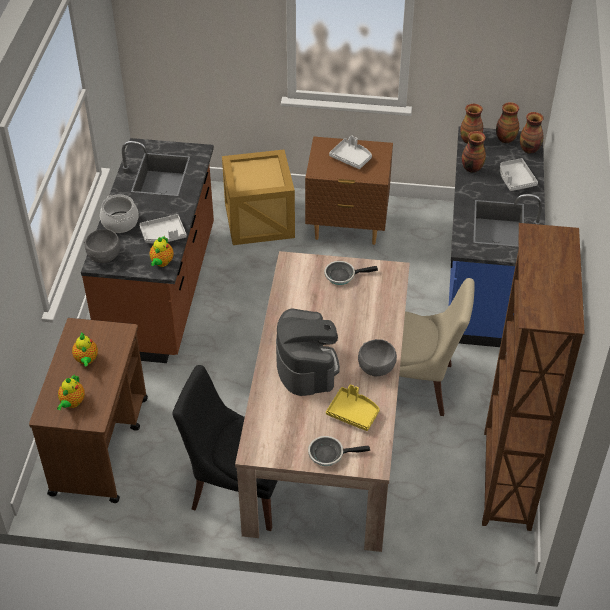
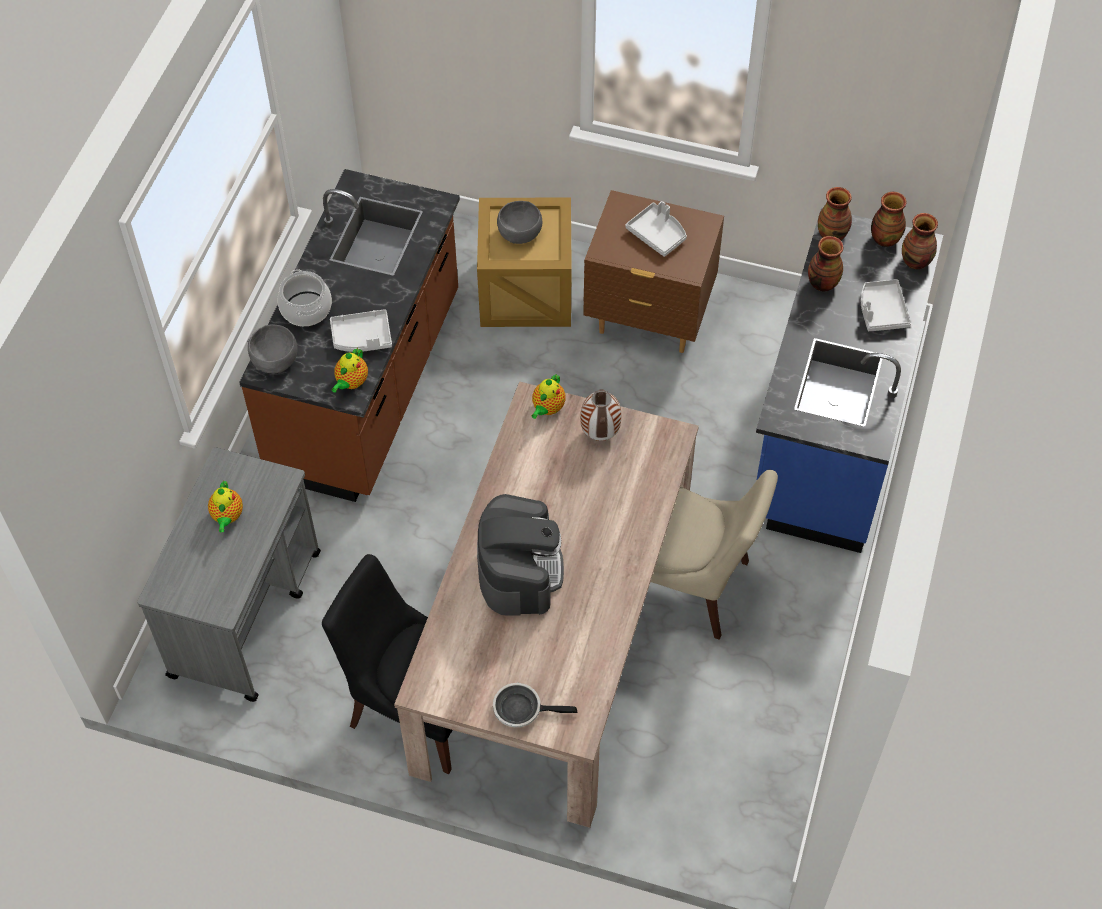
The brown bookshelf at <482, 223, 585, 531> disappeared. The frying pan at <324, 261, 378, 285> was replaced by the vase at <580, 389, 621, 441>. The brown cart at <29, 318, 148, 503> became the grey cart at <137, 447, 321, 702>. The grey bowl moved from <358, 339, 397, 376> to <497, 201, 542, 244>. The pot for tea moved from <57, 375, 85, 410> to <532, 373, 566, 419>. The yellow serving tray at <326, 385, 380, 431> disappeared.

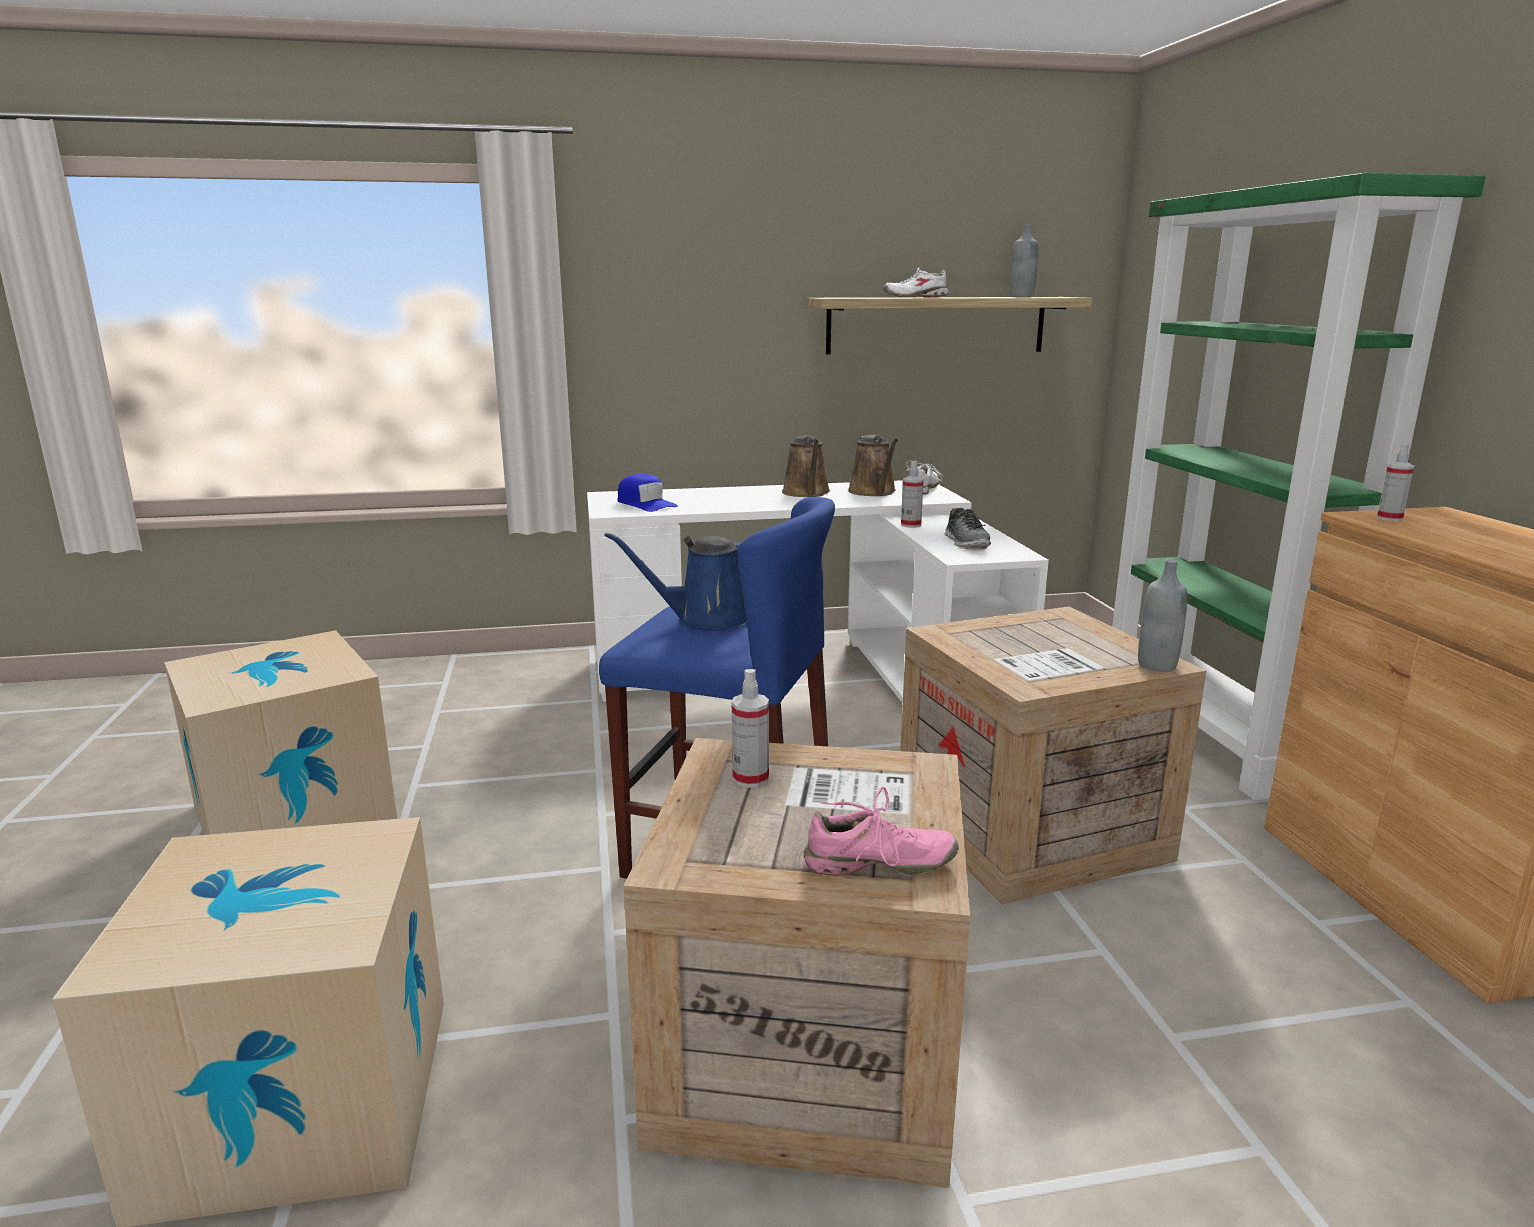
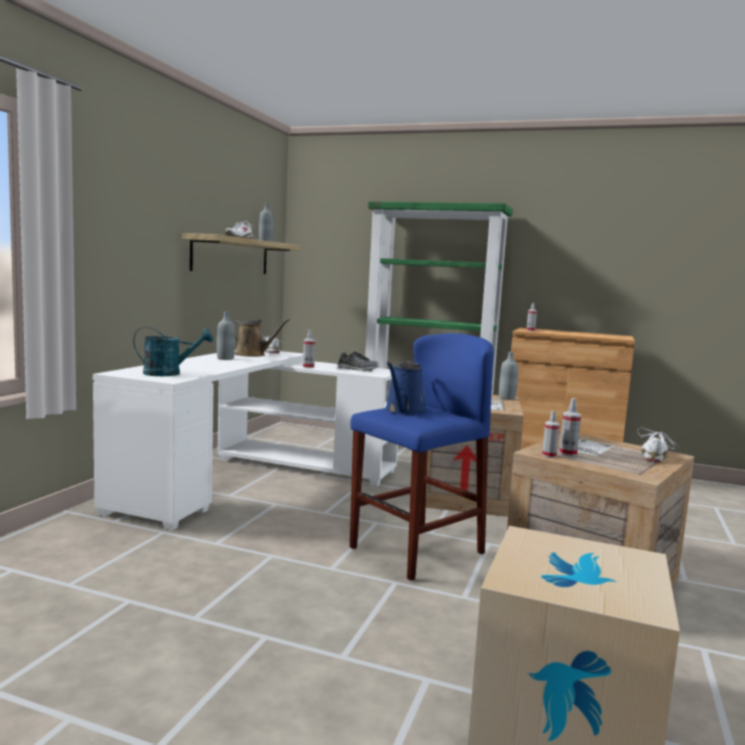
The brown watering pot at <782, 435, 830, 497> was replaced by the grey drink bottle at <217, 311, 235, 360>. The blue peaked cap at <617, 474, 678, 512> was replaced by the blue-green watering pot at <133, 327, 213, 376>. The carton at <164, 630, 397, 835> disappeared. The pinkish item of footwear at <804, 787, 959, 876> became the white-coloured item of footwear at <637, 427, 679, 463>. The sprayer at <542, 410, 560, 458> appeared.

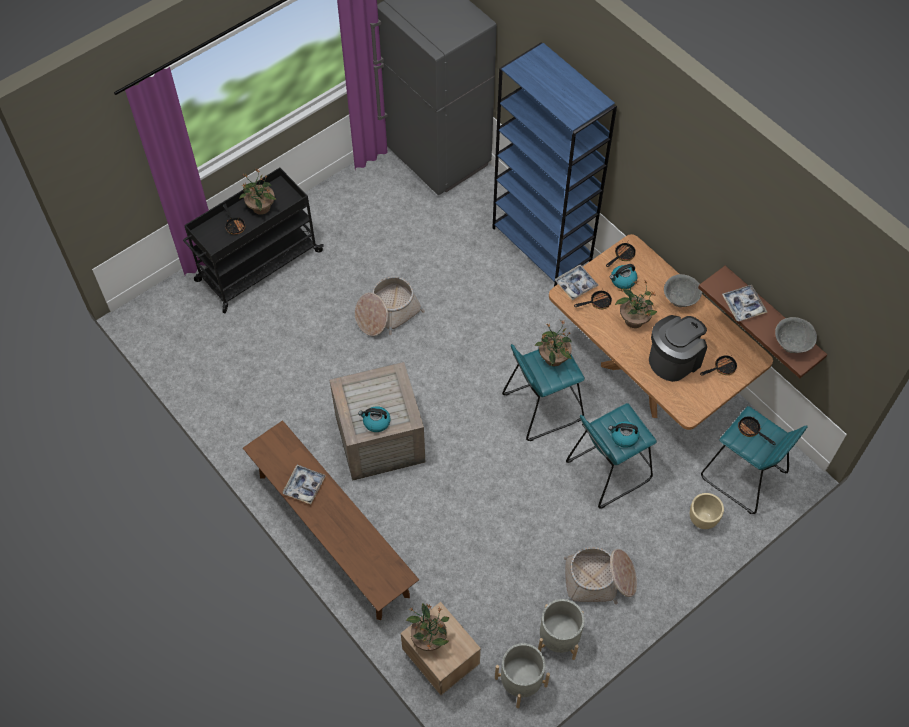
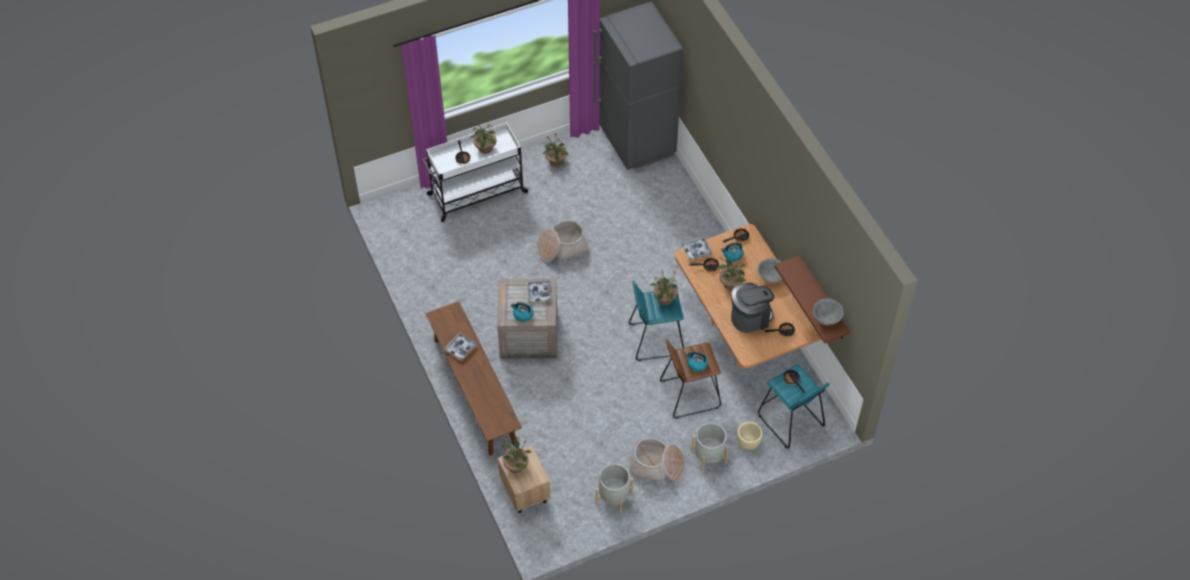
The blue bookshelf at <492, 42, 617, 287> disappeared. The black-coloured cart at <183, 168, 324, 313> became the white-coloured cart at <422, 122, 529, 222>. The serving tray moved from <722, 285, 767, 322> to <527, 280, 552, 302>. The blue-green sitting stool at <566, 403, 657, 508> became the brown sitting stool at <660, 339, 721, 419>. The grey flower pot moved from <495, 643, 550, 708> to <691, 423, 729, 472>. The potted plant at <543, 134, 569, 166> appeared.

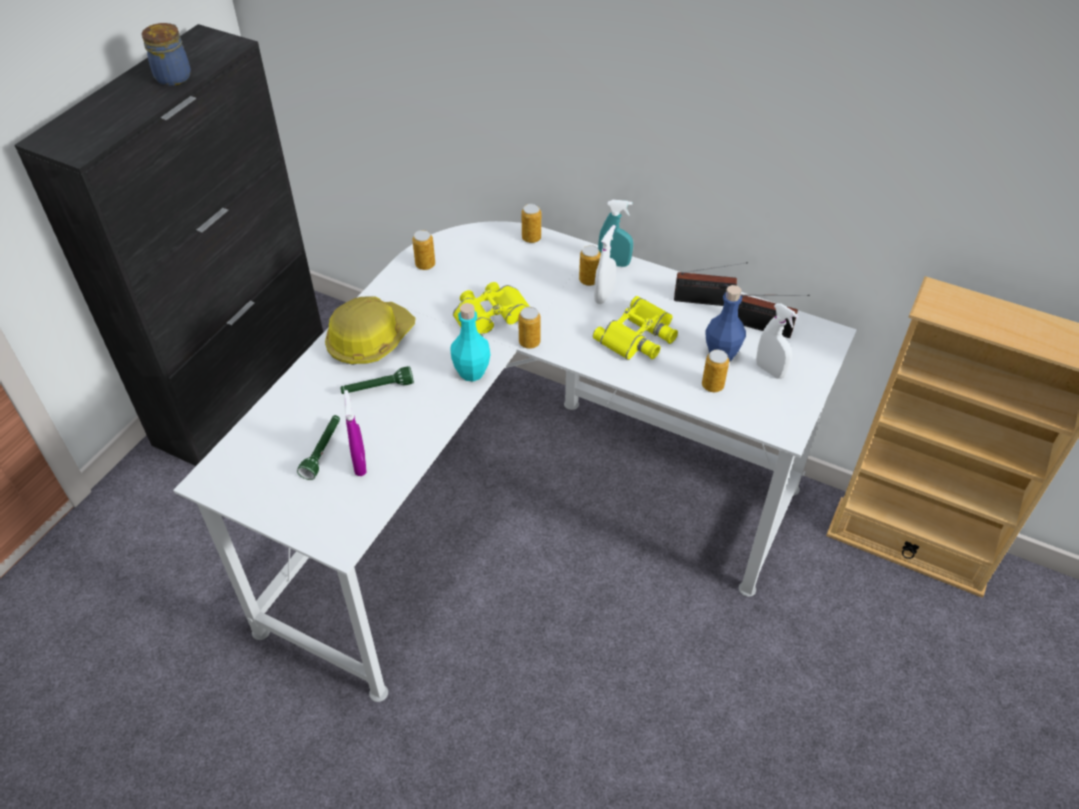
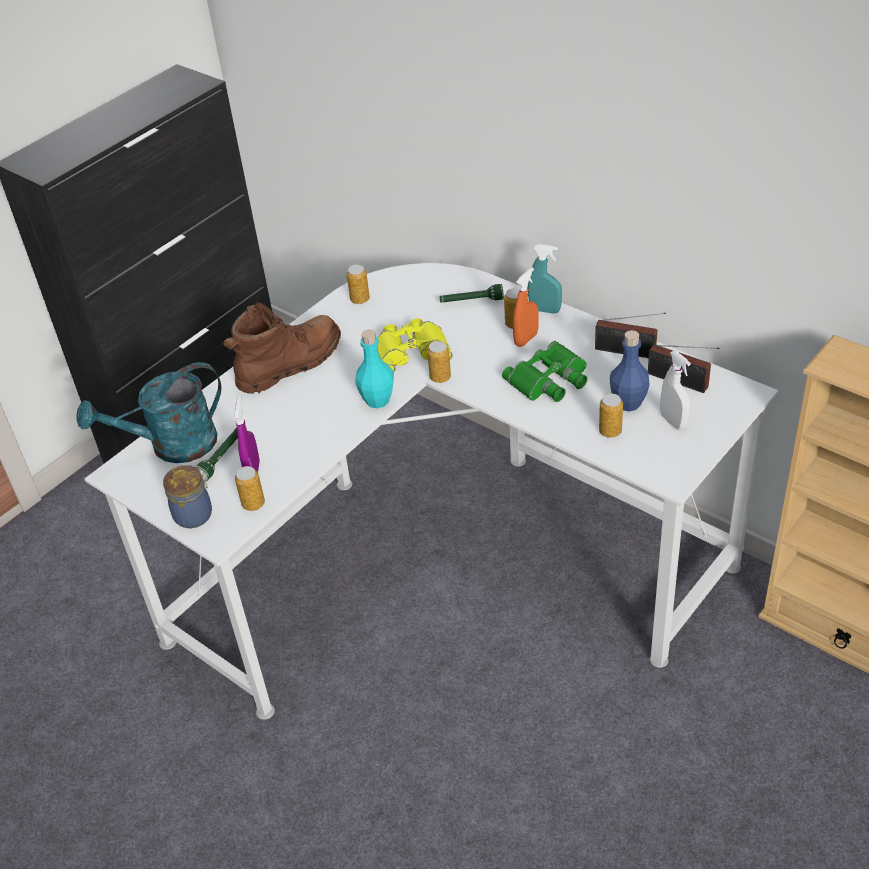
The preserve jar moved from <142, 23, 191, 86> to <163, 465, 212, 528>. The metal can moved from <521, 204, 541, 243> to <235, 466, 265, 511>. The white-coloured sprayer at <594, 225, 616, 304> became the orange-coloured sprayer at <513, 268, 539, 347>. The safety helmet at <325, 296, 416, 365> was replaced by the brown boot at <223, 302, 341, 394>. The yellow binoculars at <593, 296, 678, 360> became the green binoculars at <502, 341, 587, 402>. The green flashlight moved from <340, 366, 414, 394> to <440, 284, 504, 303>. The blue-green watering pot at <76, 362, 222, 463> appeared.

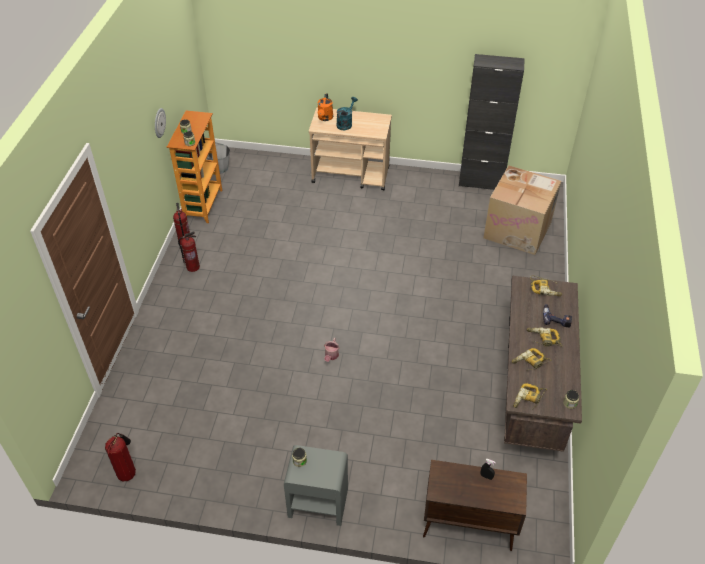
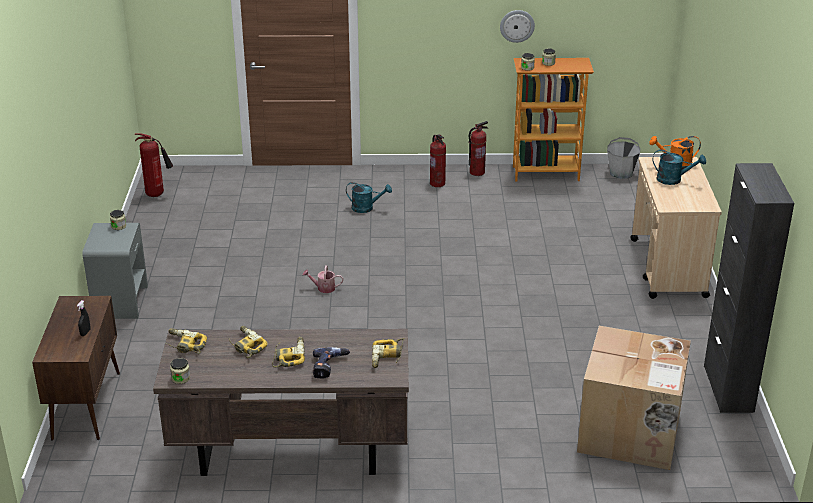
The blue-green watering pot at <346, 182, 392, 213> appeared.

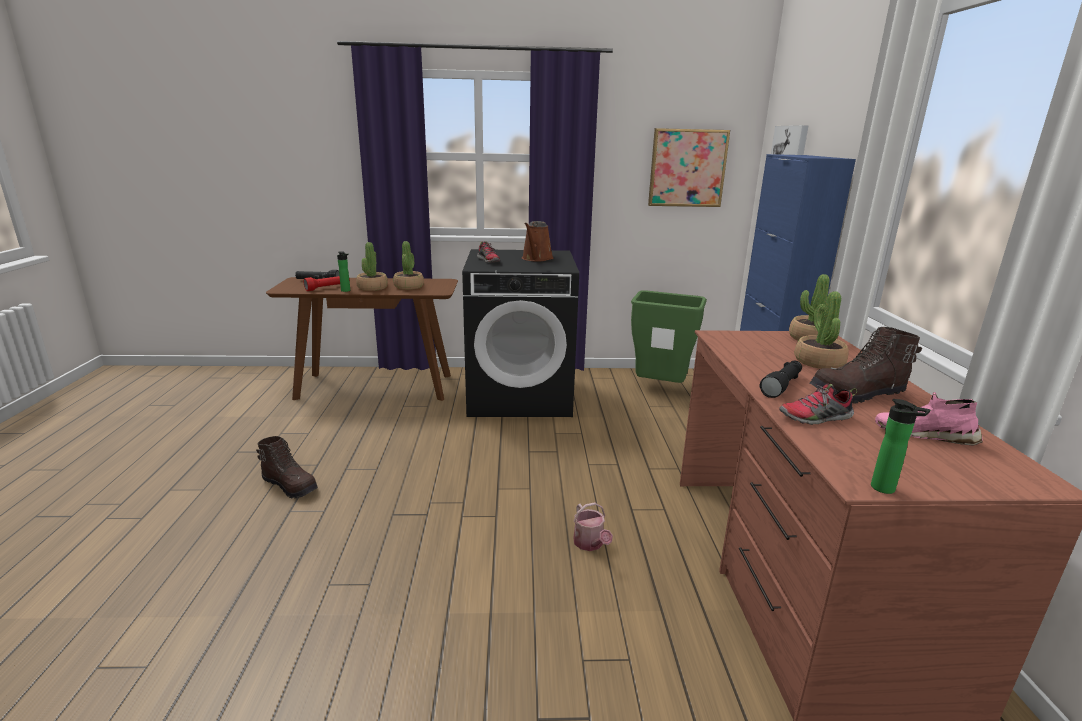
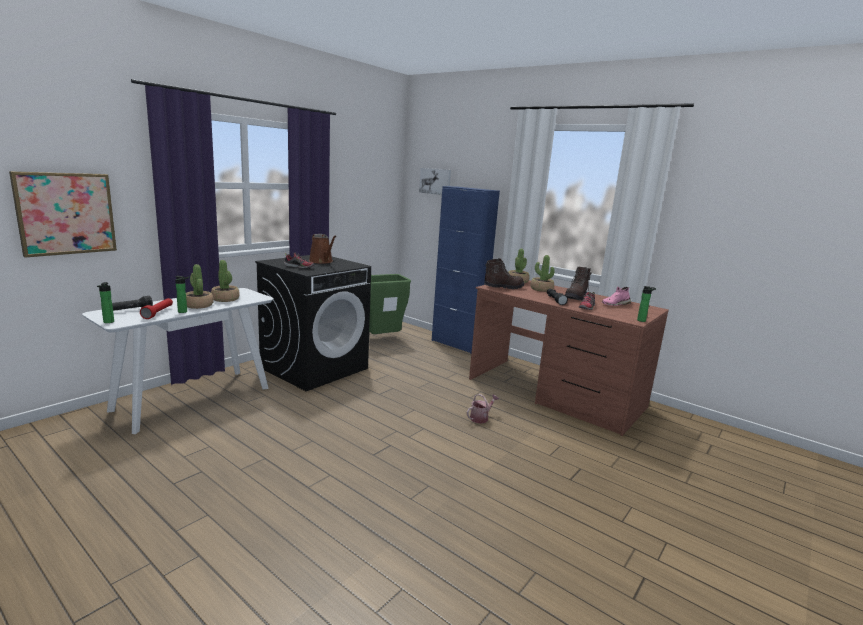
The wall picture moved from <648, 128, 730, 207> to <9, 171, 117, 258>. The brown console table at <266, 277, 458, 401> became the white-coloured console table at <82, 288, 274, 434>. The brown boot moved from <256, 436, 318, 499> to <484, 258, 524, 289>. The watering pot at <573, 502, 613, 551> turned 60 degrees counterclockwise. The drink bottle at <97, 282, 114, 323> appeared.

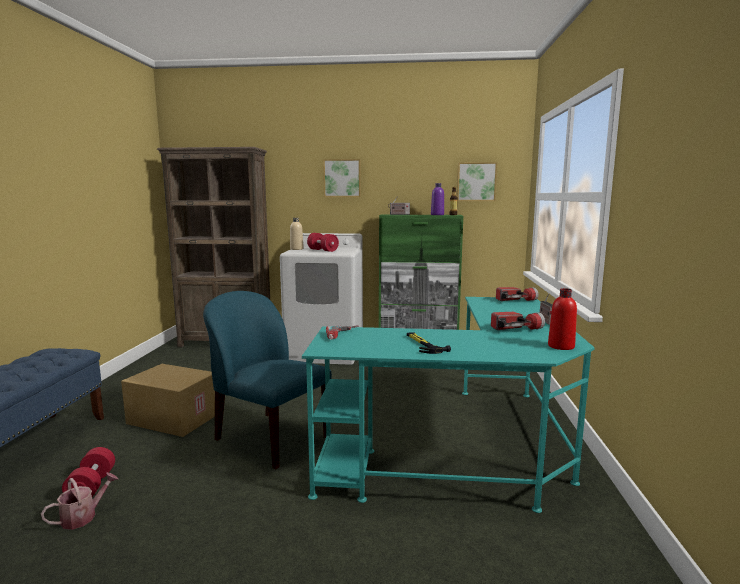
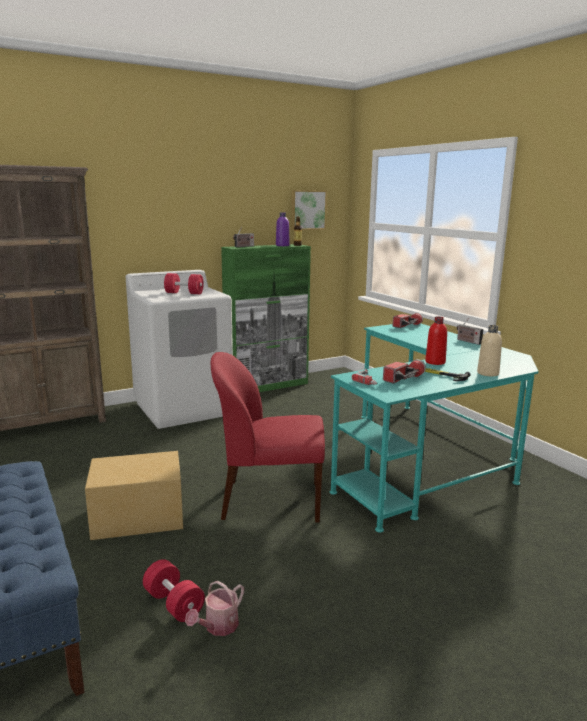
The wall picture at <323, 159, 361, 197> disappeared. The beige drink bottle moved from <290, 218, 304, 250> to <477, 325, 502, 376>. The reddish drink bottle moved from <548, 288, 577, 350> to <425, 316, 447, 365>. The blue plain chair at <203, 291, 332, 470> became the reddish plain chair at <211, 352, 325, 522>. The flashlight moved from <491, 312, 545, 330> to <383, 359, 426, 384>. The watering pot at <41, 473, 118, 530> turned 150 degrees counterclockwise.

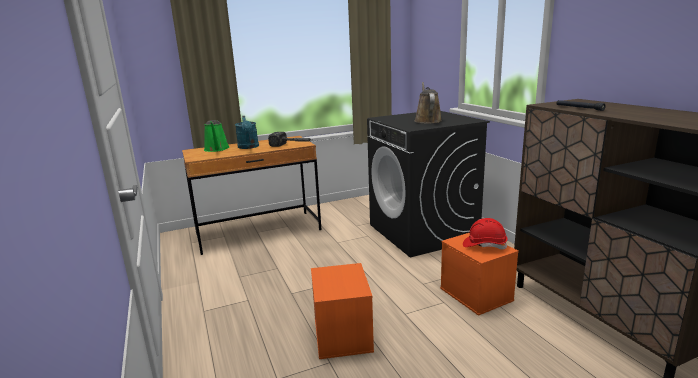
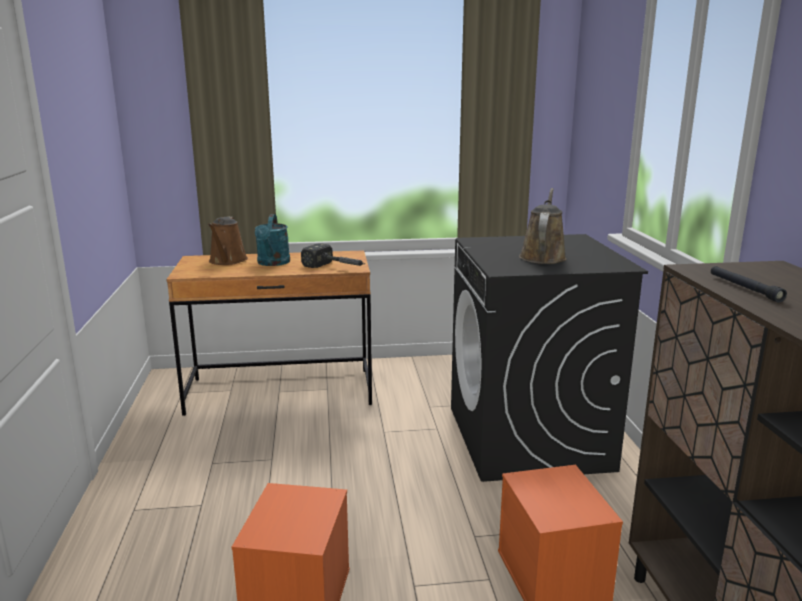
The green watering pot at <204, 120, 229, 152> became the brown watering pot at <208, 217, 248, 265>. The reddish safety helmet at <463, 218, 508, 249> disappeared.

